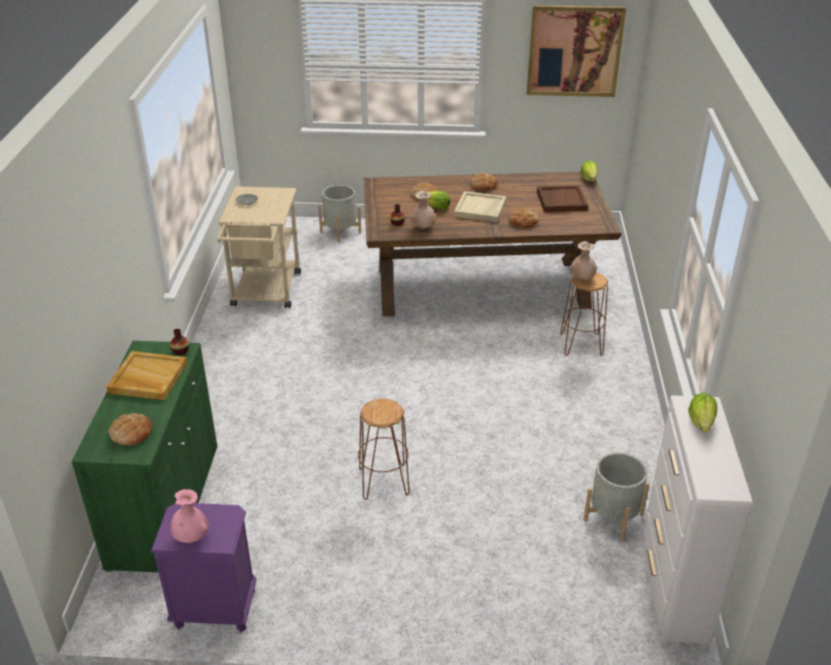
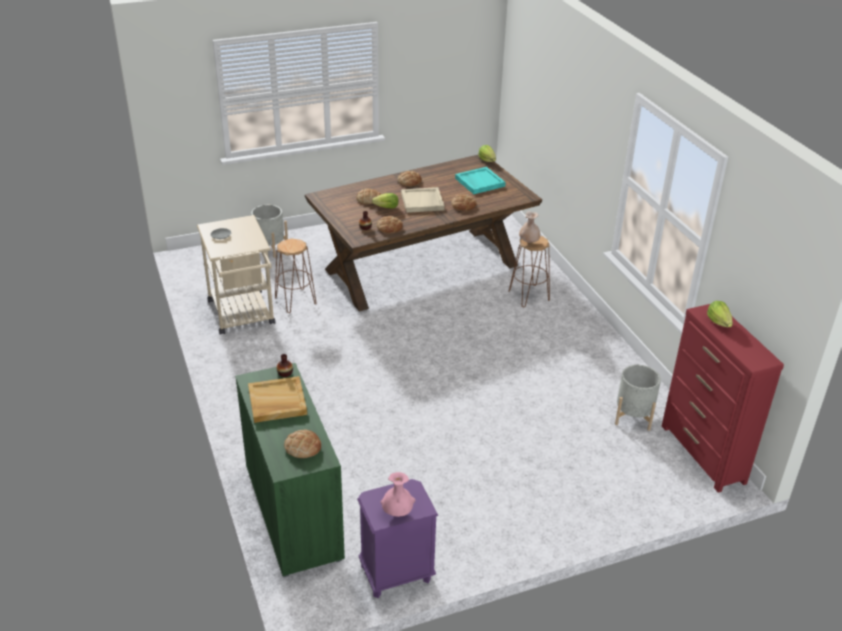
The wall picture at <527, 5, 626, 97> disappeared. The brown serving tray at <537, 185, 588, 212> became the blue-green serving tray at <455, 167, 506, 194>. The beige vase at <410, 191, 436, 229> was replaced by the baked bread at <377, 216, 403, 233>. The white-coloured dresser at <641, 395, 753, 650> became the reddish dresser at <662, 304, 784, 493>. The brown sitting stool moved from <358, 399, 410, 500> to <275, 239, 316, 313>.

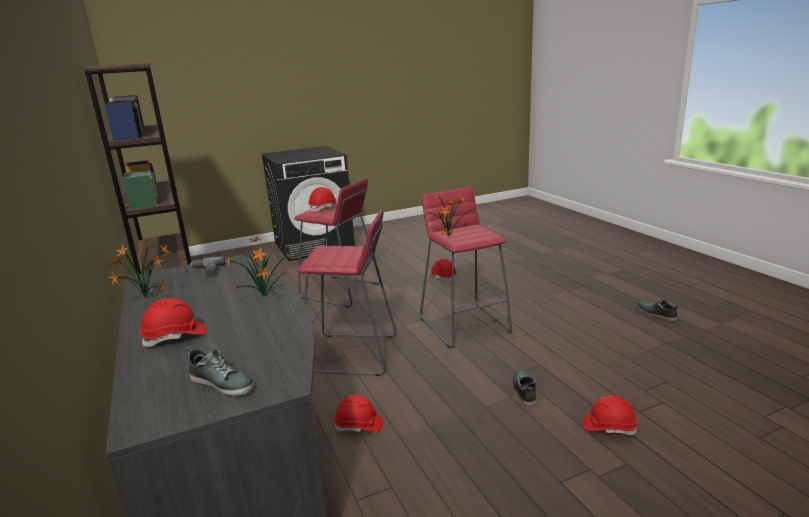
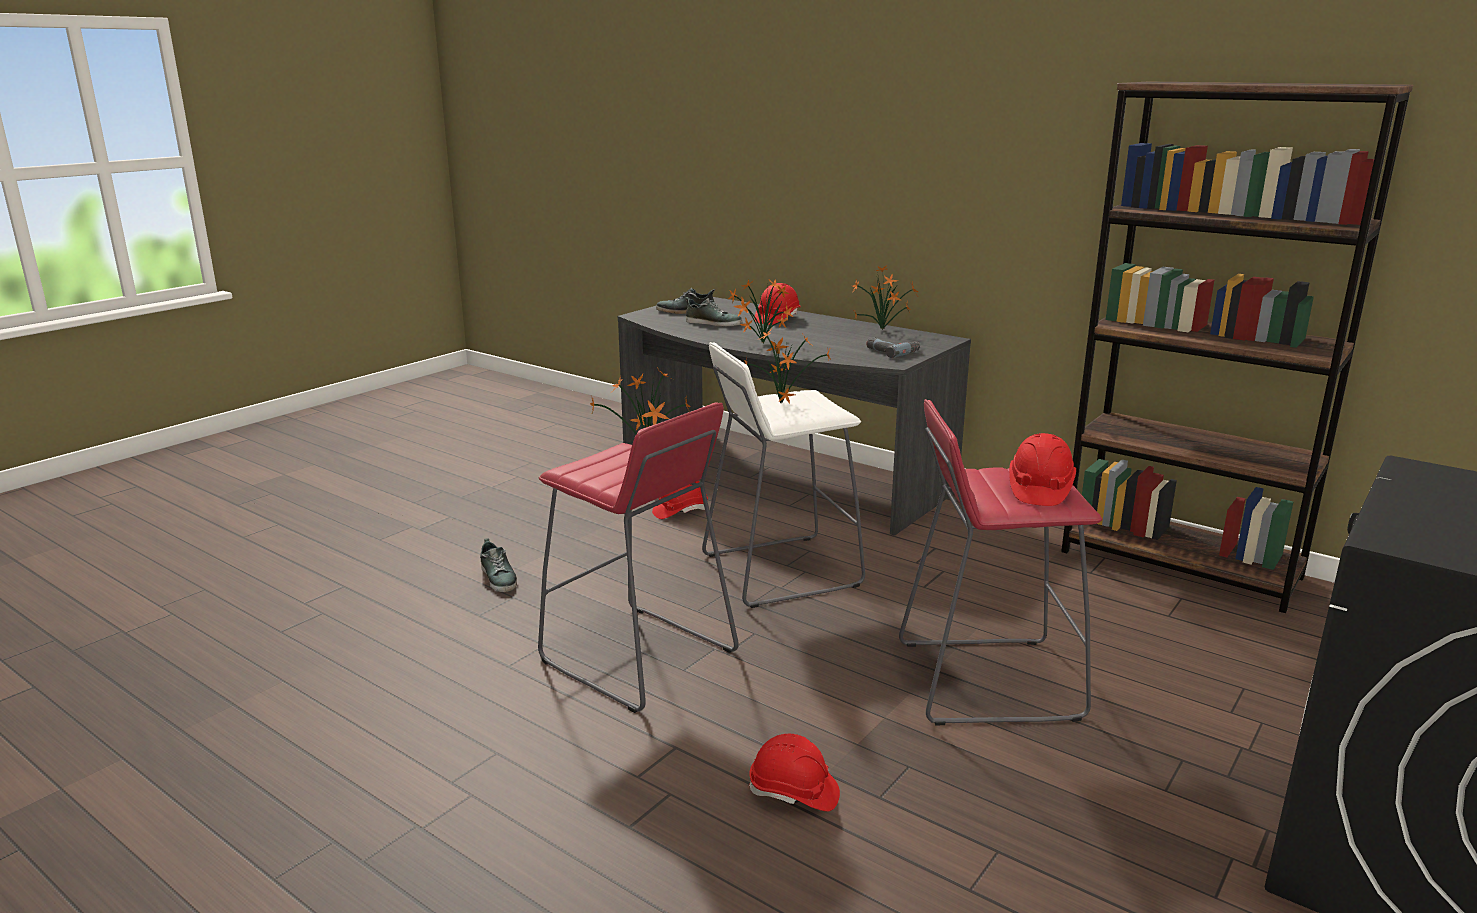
The reddish sitting stool at <297, 210, 396, 376> became the white-coloured sitting stool at <702, 342, 865, 608>. The item of footwear moved from <636, 300, 679, 321> to <685, 297, 742, 326>. The reddish safety helmet at <582, 395, 637, 435> disappeared. The potted plant at <744, 328, 831, 404> appeared.

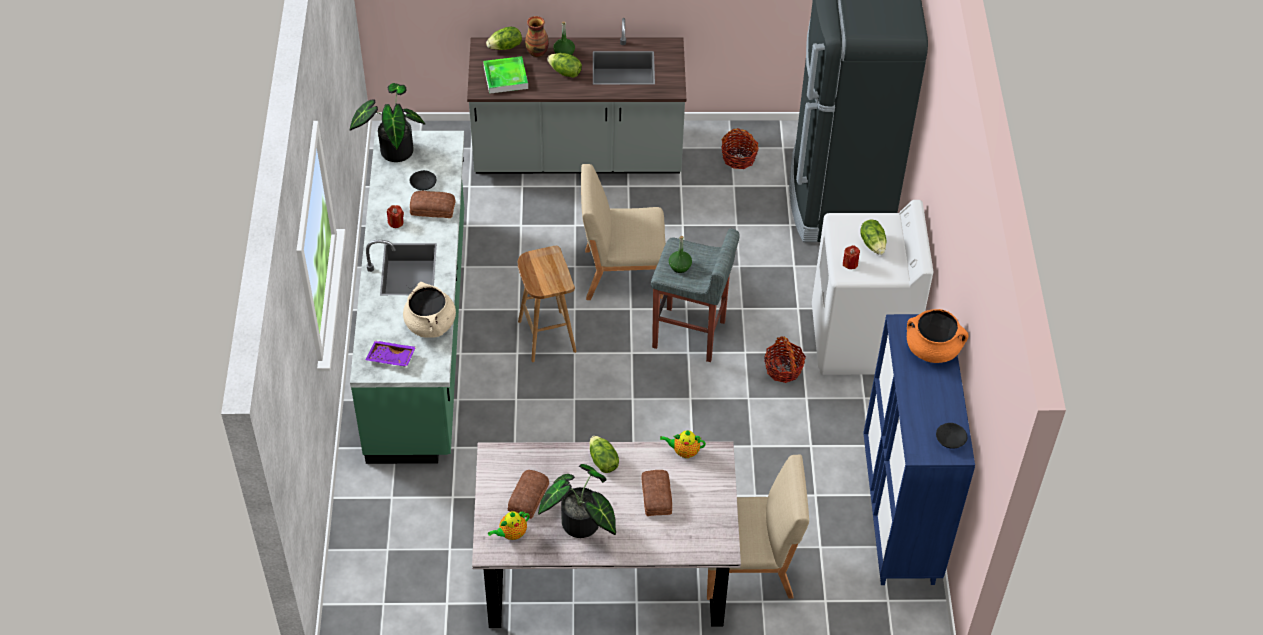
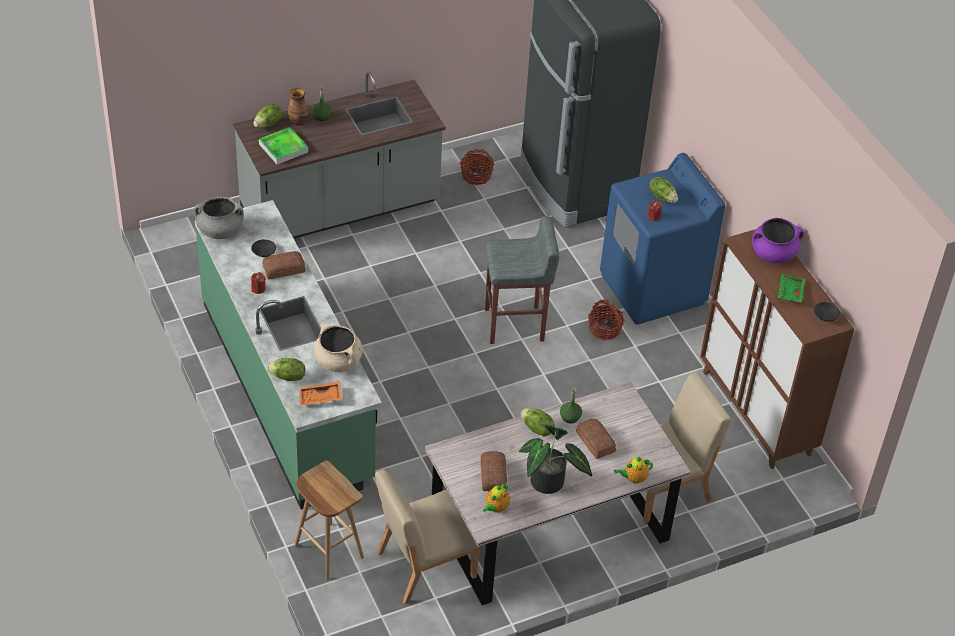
The head of lettuce moved from <547, 53, 582, 78> to <267, 358, 305, 381>. The potted plant at <350, 83, 425, 162> was replaced by the grey saucepot at <194, 197, 244, 239>. The beige plain chair moved from <581, 164, 666, 300> to <375, 470, 480, 605>. The white-coloured washing machine at <812, 200, 933, 375> became the blue washing machine at <600, 153, 725, 325>. The green drink bottle moved from <669, 236, 692, 273> to <560, 387, 582, 423>. The brown sitting stool moved from <518, 246, 577, 362> to <294, 461, 364, 581>. The orange-coloured saucepot at <907, 309, 968, 363> became the purple-coloured saucepot at <752, 218, 804, 263>. The blue storage cabinet at <863, 314, 975, 585> became the brown storage cabinet at <700, 229, 854, 469>. The purple-coloured serving tray at <365, 341, 416, 367> became the orange-coloured serving tray at <299, 381, 342, 406>. The pot for tea moved from <660, 430, 706, 458> to <614, 457, 653, 484>. The green serving tray at <778, 274, 805, 303> appeared.

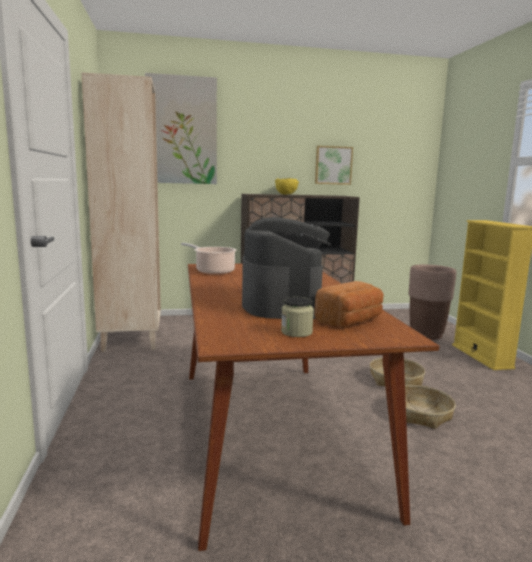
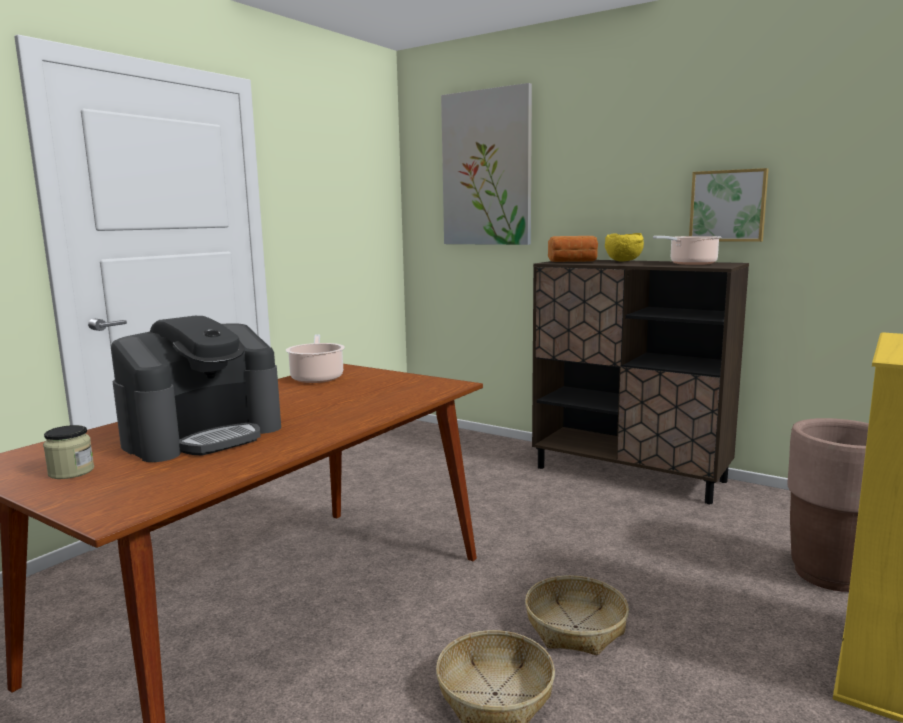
The beige bookshelf at <81, 72, 161, 352> disappeared. The baked bread moved from <314, 281, 384, 327> to <548, 236, 598, 262>. The saucepot at <653, 236, 721, 265> appeared.

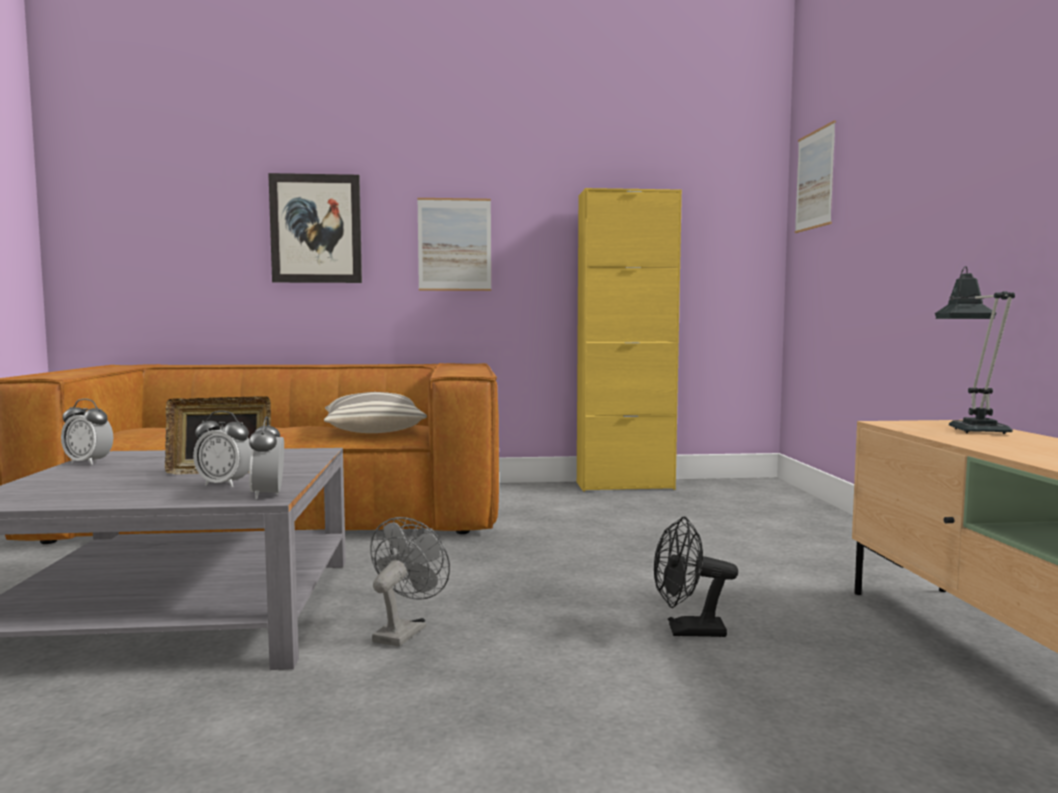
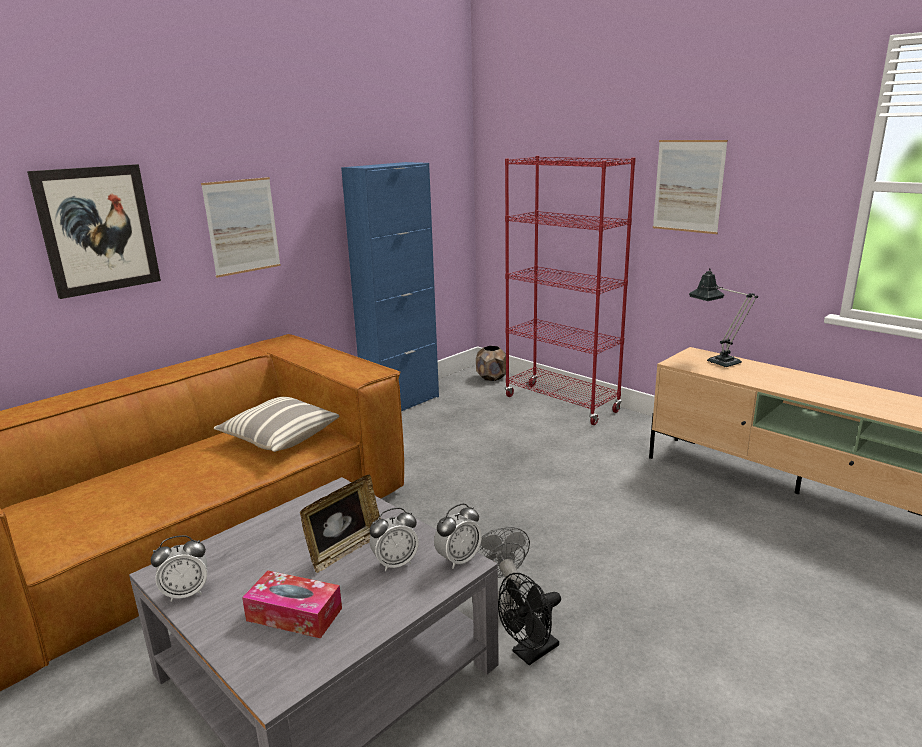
The wall picture moved from <795, 120, 836, 233> to <653, 140, 728, 234>. The yellow storage cabinet at <577, 188, 682, 492> became the blue storage cabinet at <341, 162, 439, 411>. The alarm clock at <249, 416, 284, 500> turned 75 degrees counterclockwise. The black-coloured electric fan moved from <654, 516, 738, 637> to <498, 573, 561, 665>. The reddish bookshelf at <505, 156, 636, 425> appeared. The brown flower pot at <476, 346, 506, 381> appeared. The box of tissues at <242, 571, 342, 639> appeared.

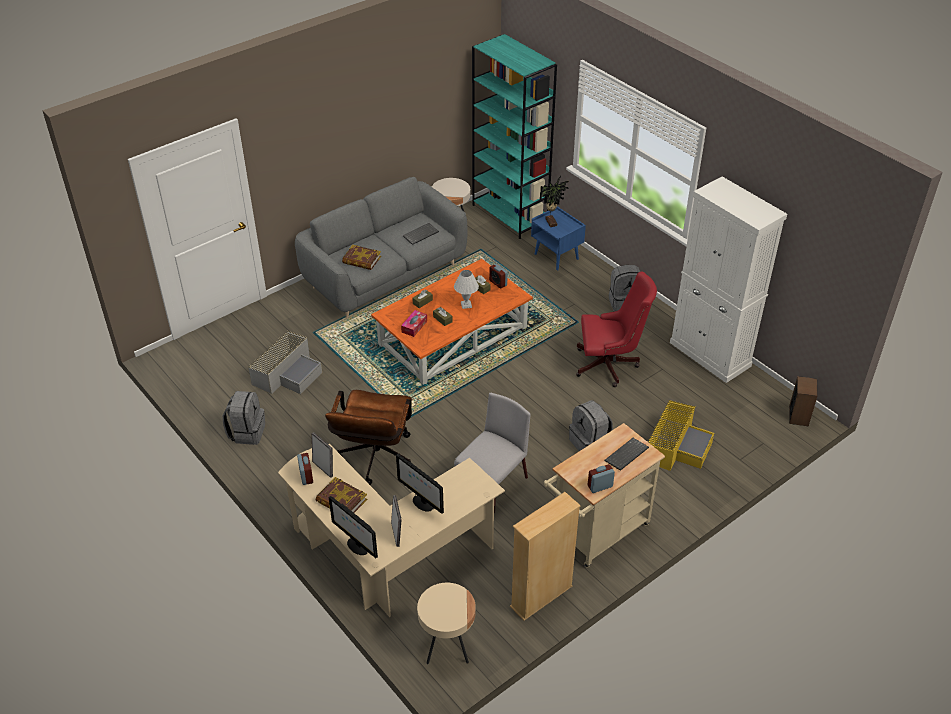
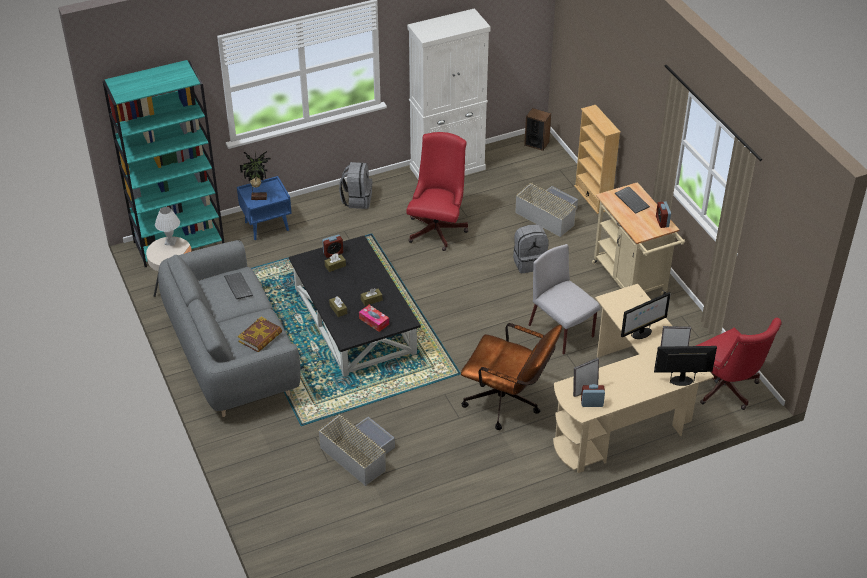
The orange-coloured coffee table at <371, 259, 533, 385> became the black-coloured coffee table at <289, 235, 421, 377>. The white-coloured table lamp moved from <454, 270, 479, 309> to <155, 207, 180, 246>. The grey backpack at <223, 391, 265, 445> disappeared. The yellow storage container at <648, 400, 714, 471> became the grey storage container at <515, 182, 578, 237>. The bound book at <316, 477, 367, 513> disappeared. The beige bookshelf moved from <510, 492, 581, 621> to <574, 105, 621, 214>. The computer display at <329, 496, 378, 558> turned 150 degrees counterclockwise. The beige end table at <417, 583, 476, 664> was replaced by the reddish desk chair at <696, 318, 782, 410>.

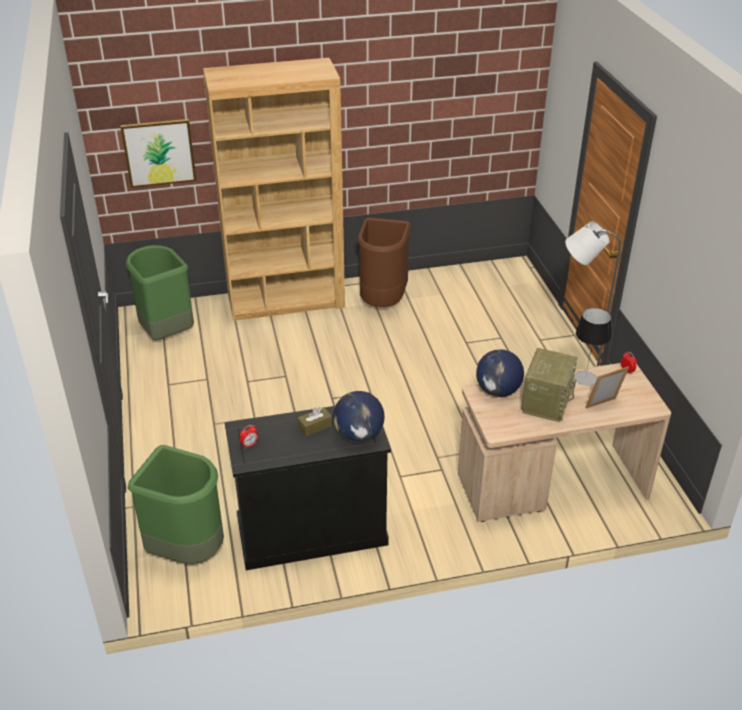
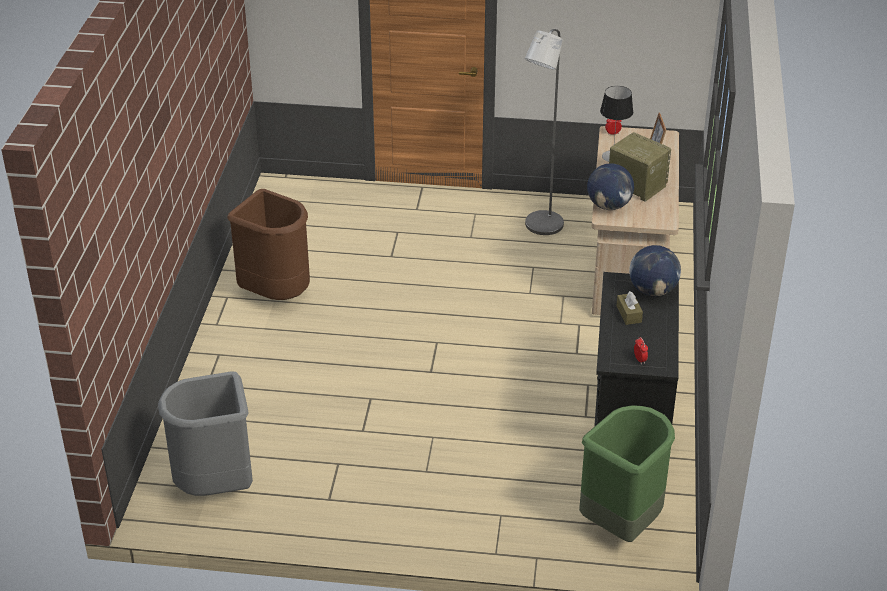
The brown bookshelf at <203, 58, 345, 321> disappeared. The wall picture at <120, 119, 197, 188> disappeared. The green waste bin at <126, 245, 194, 340> became the grey waste bin at <158, 371, 253, 496>.

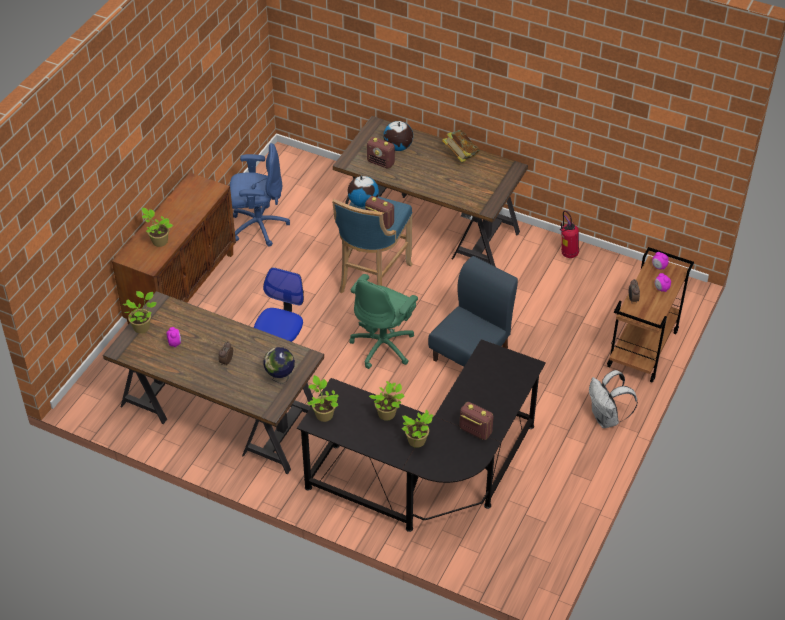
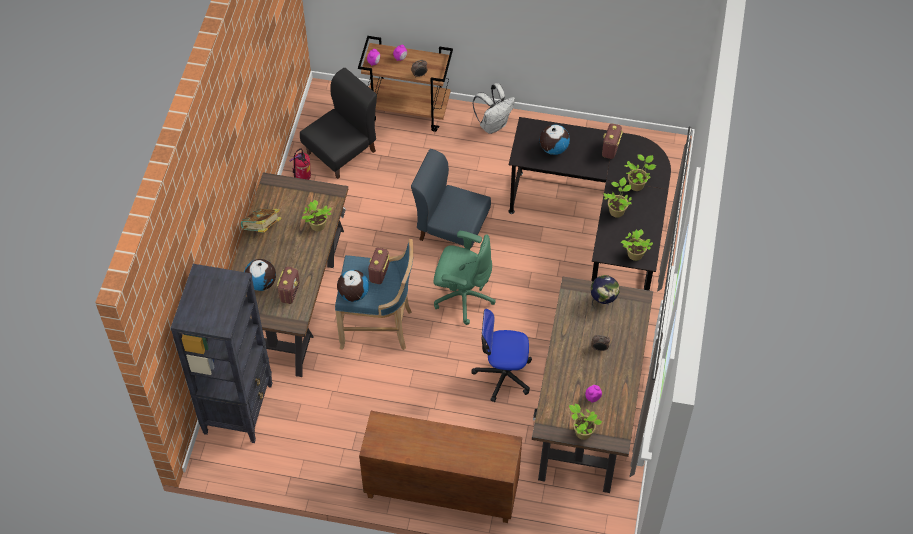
The blue desk chair at <230, 143, 290, 247> disappeared. The potted plant moved from <142, 208, 173, 247> to <302, 200, 331, 231>. The black-coloured plain chair at <300, 68, 377, 179> appeared. The desk globe at <540, 125, 570, 155> appeared. The black-coloured bookshelf at <171, 264, 273, 443> appeared.

